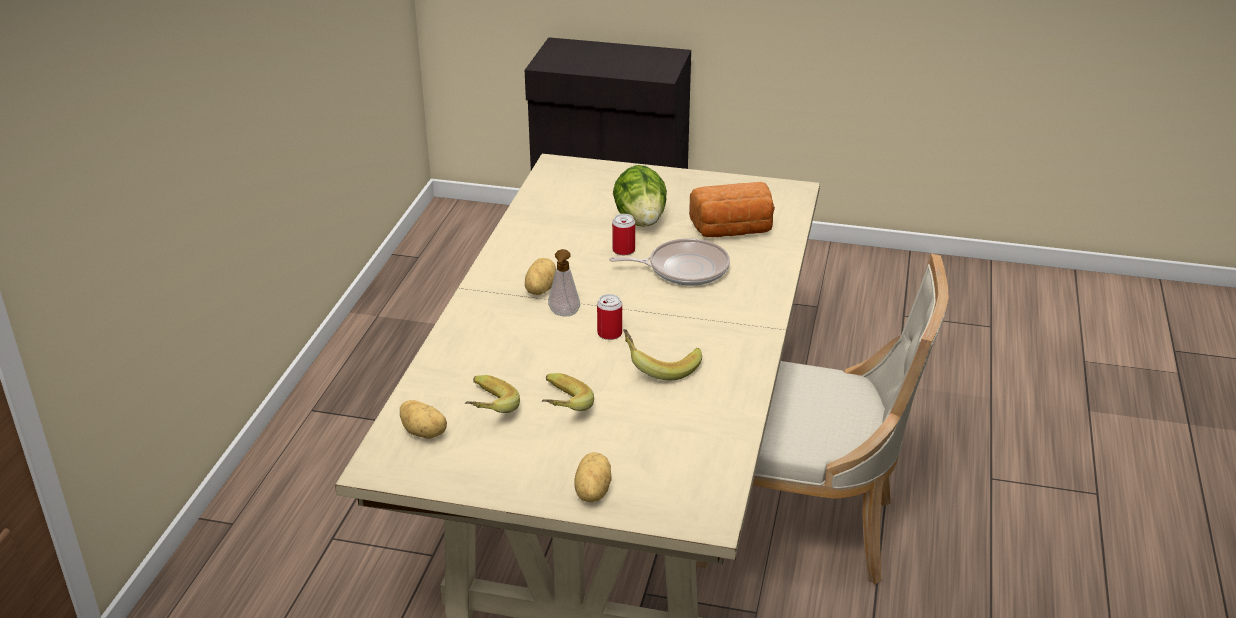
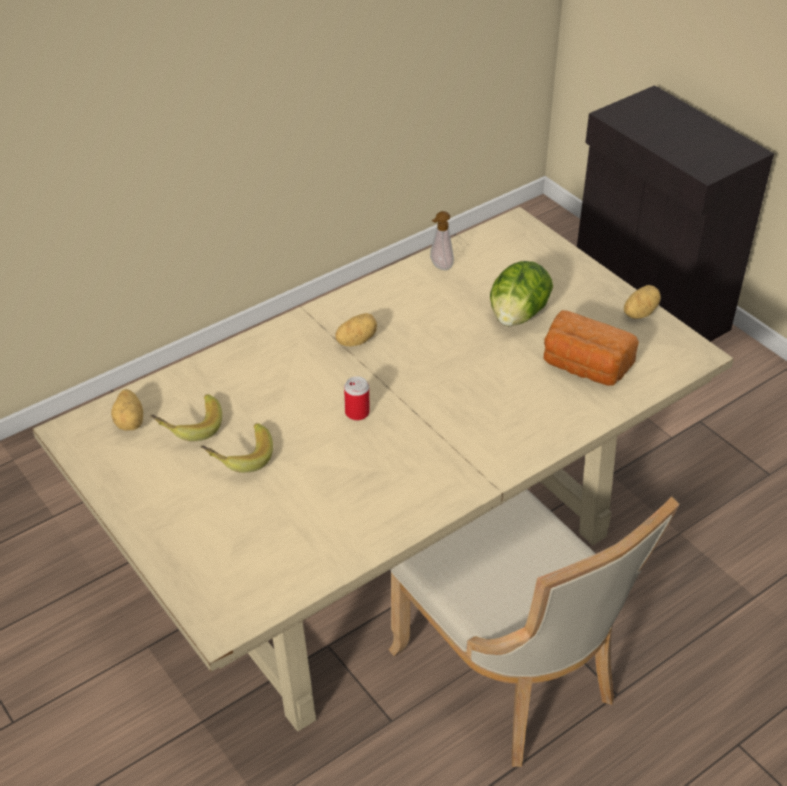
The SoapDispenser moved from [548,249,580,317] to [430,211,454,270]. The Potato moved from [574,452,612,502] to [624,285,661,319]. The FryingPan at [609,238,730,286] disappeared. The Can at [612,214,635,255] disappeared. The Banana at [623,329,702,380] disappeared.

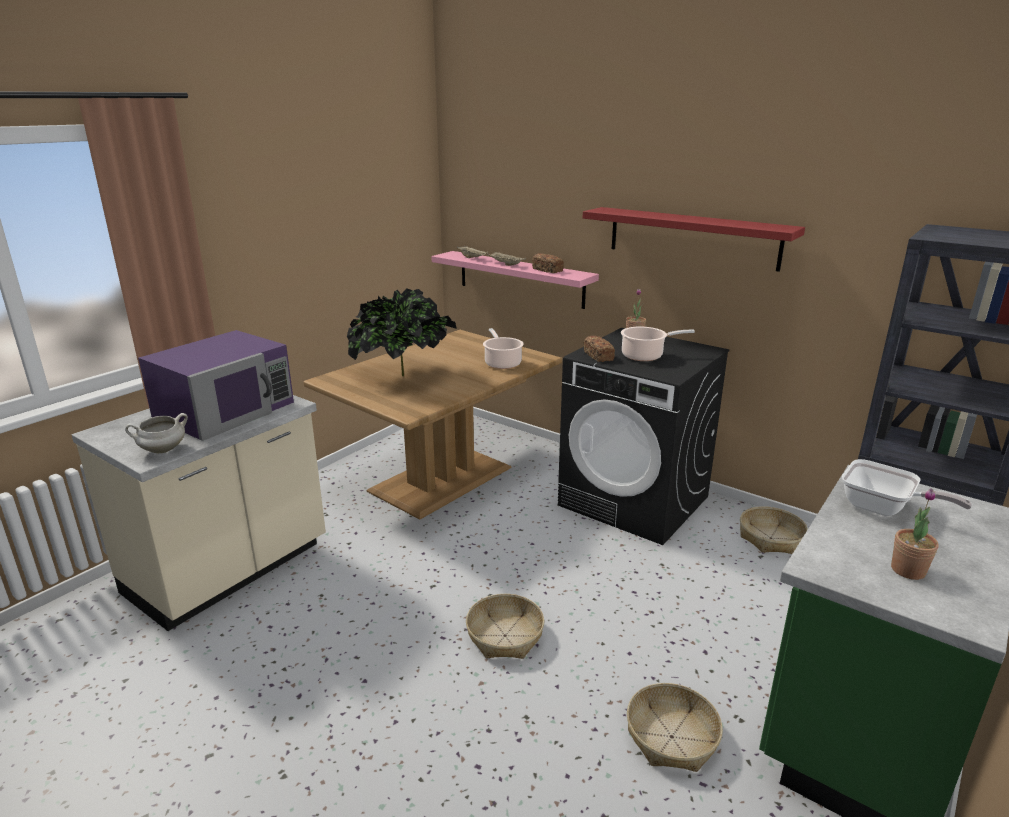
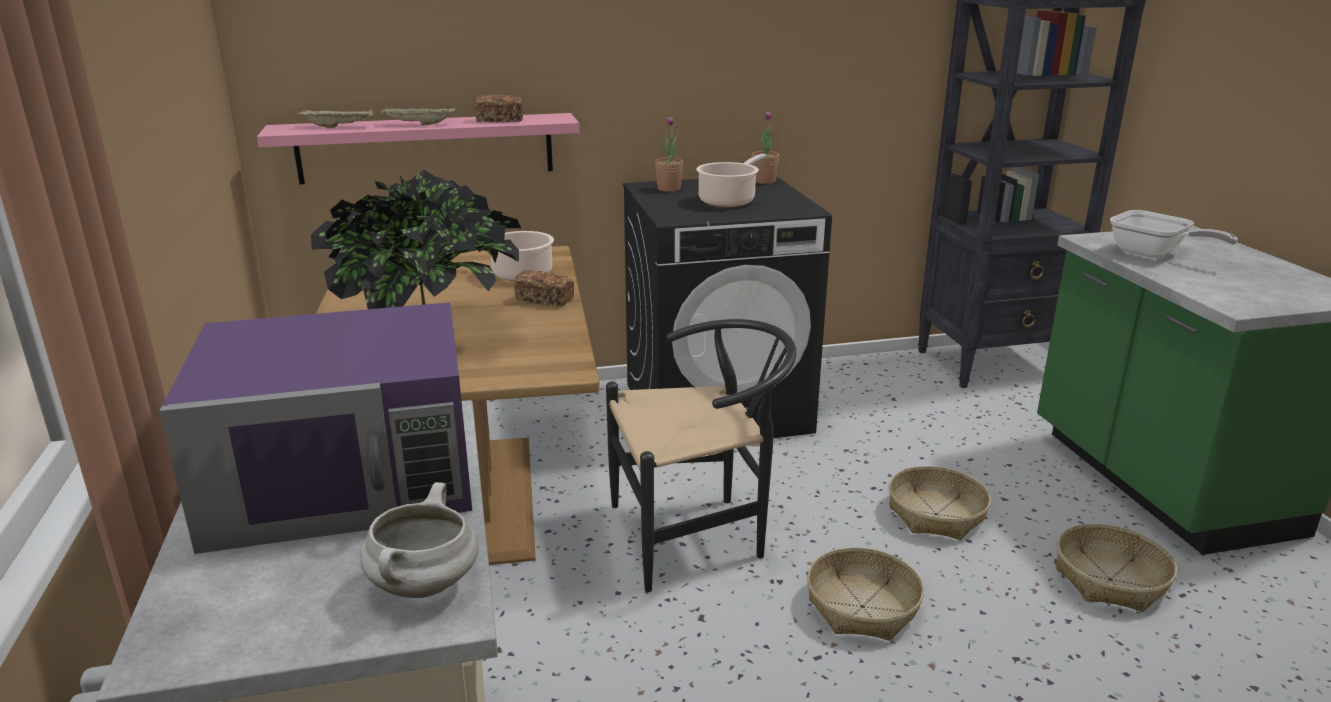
The PurpleMicrowave at [138,330,294,441] turned 90 degrees clockwise. The RedShelf at [583,207,805,272] disappeared. The Bread moved from [584,335,615,362] to [514,270,574,307]. The Basket moved from [740,506,808,554] to [889,466,991,540]. The FryingPan at [842,459,972,516] turned 60 degrees clockwise. The PottedPlant moved from [891,488,939,580] to [752,111,780,184]. The BlackChair at [606,319,796,592] appeared.

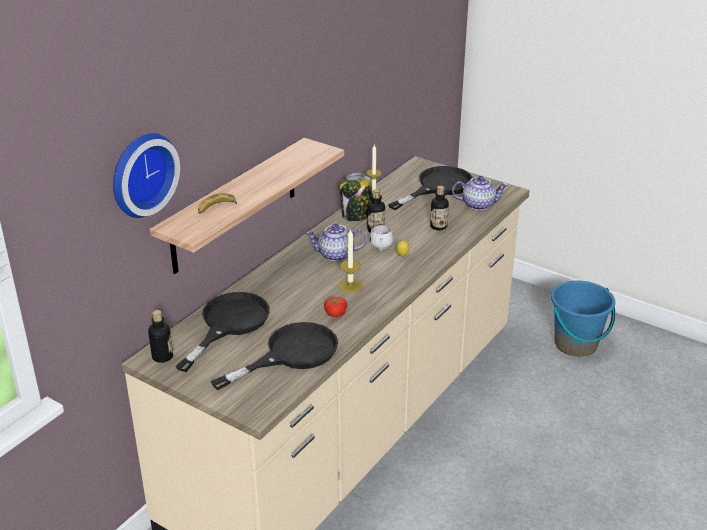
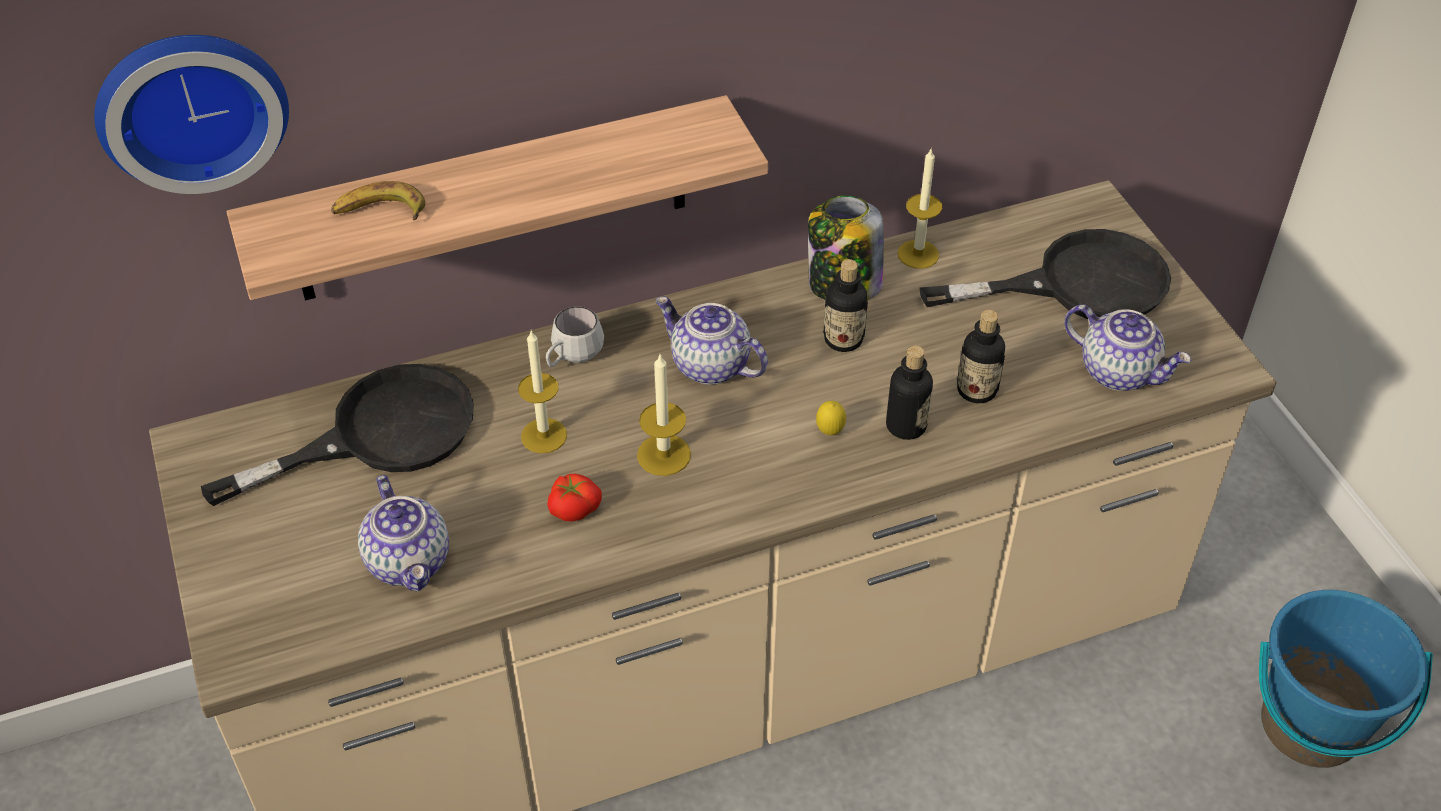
The Bottle moved from [148,310,173,363] to [886,346,933,440]. The BlackFryingPan at [210,322,338,390] was replaced by the Teapot at [358,475,449,592]. The WhiteMug moved from [369,225,393,251] to [546,307,604,367]. The Candle at [518,330,567,454] appeared.

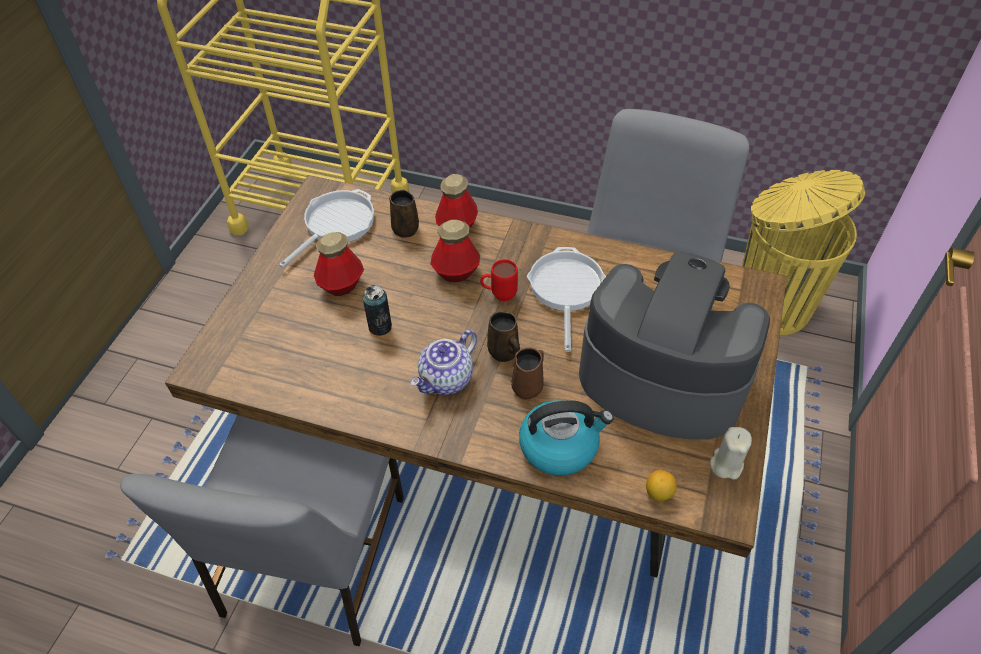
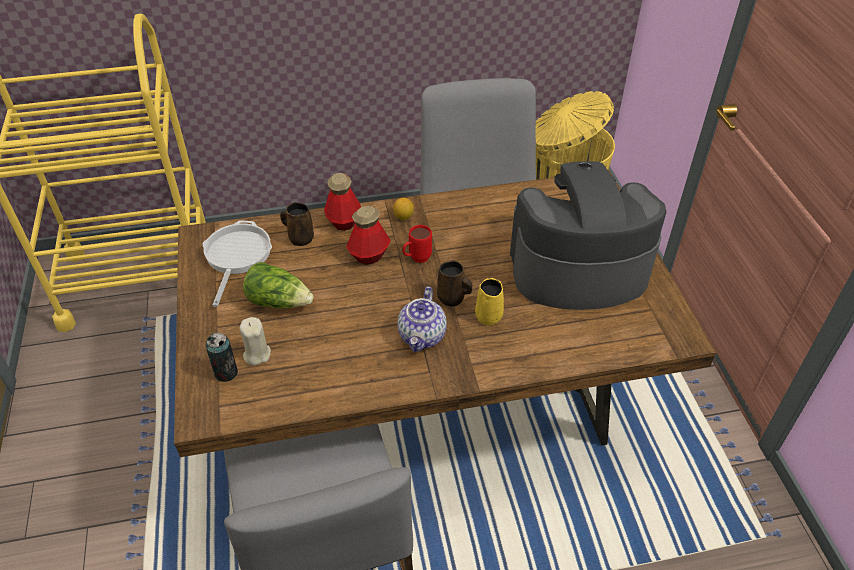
The Bottle at [314,232,364,296] was replaced by the Lettuce at [243,262,314,308]. The Can moved from [363,285,392,336] to [206,333,238,382]. The BrownMug at [511,348,544,400] became the YellowMug at [475,278,504,326]. The Kettle at [519,400,614,476] disappeared. The FryingPan at [527,247,606,352] disappeared. The Lemon moved from [646,470,677,501] to [393,198,414,220]. The BeigeCandle moved from [710,427,752,480] to [240,317,271,365].

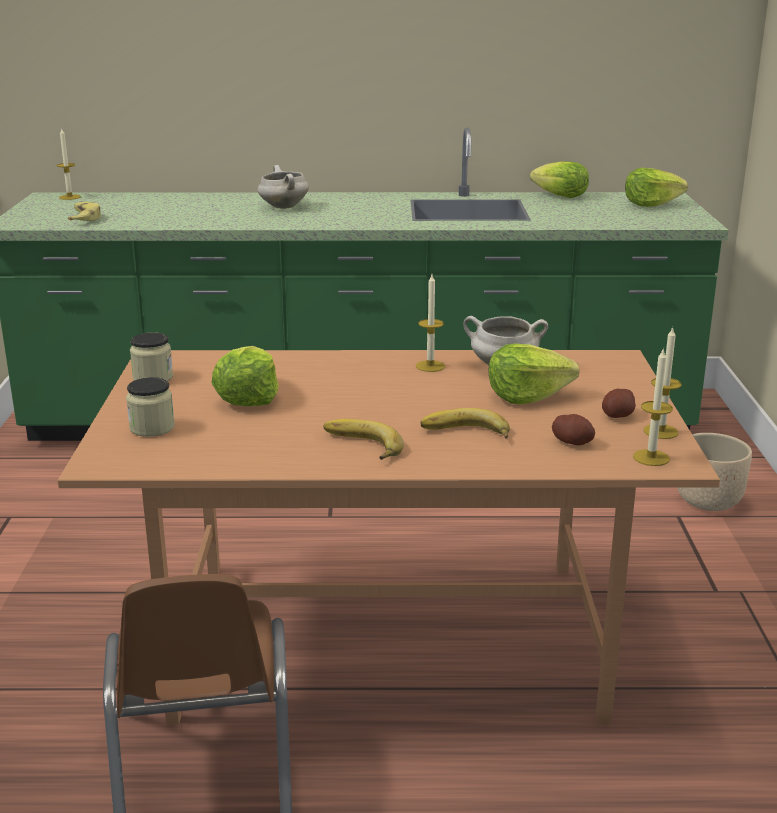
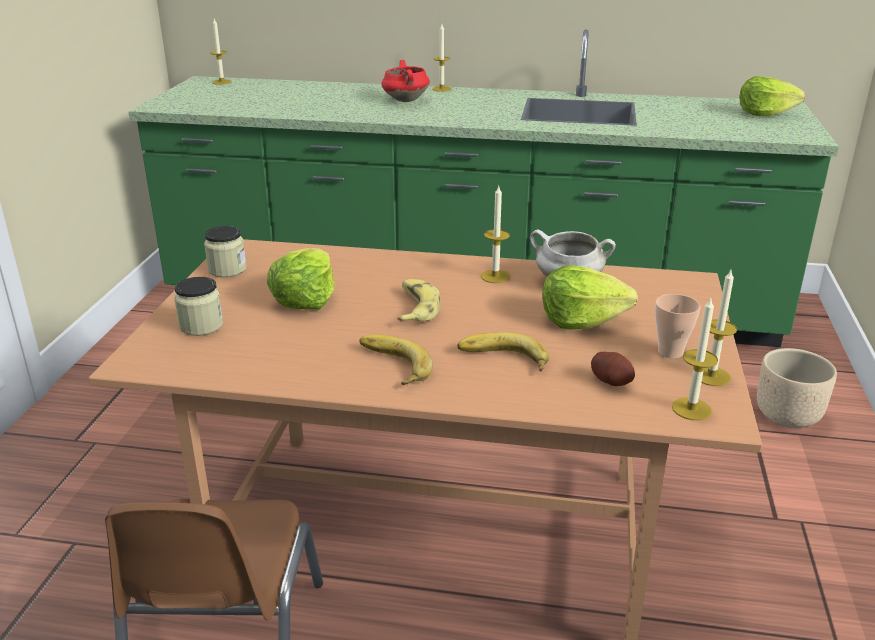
The Banana moved from [68,202,101,221] to [397,279,440,322]. The WhiteCookingPot at [258,165,309,209] became the RedCookingPot at [381,60,430,102]. The Lettuce at [530,161,589,198] disappeared. The Potato at [602,389,636,418] was replaced by the Cup at [655,294,700,358]. The Candle at [432,24,452,92] appeared.

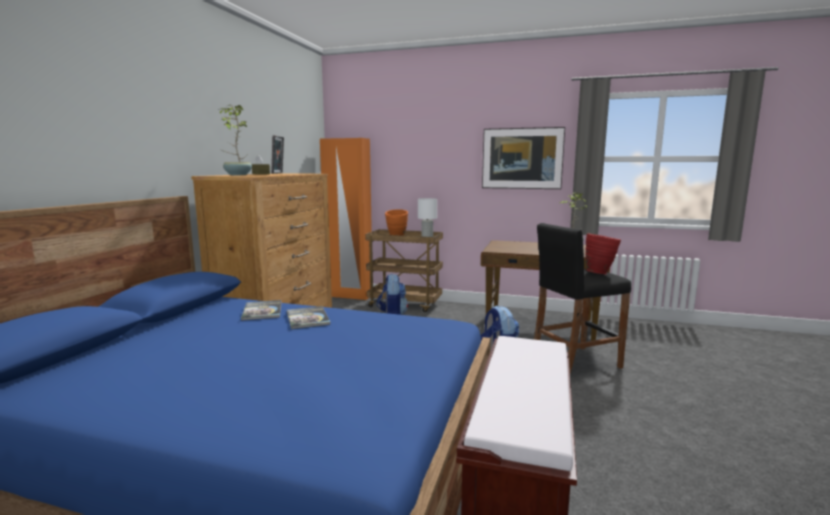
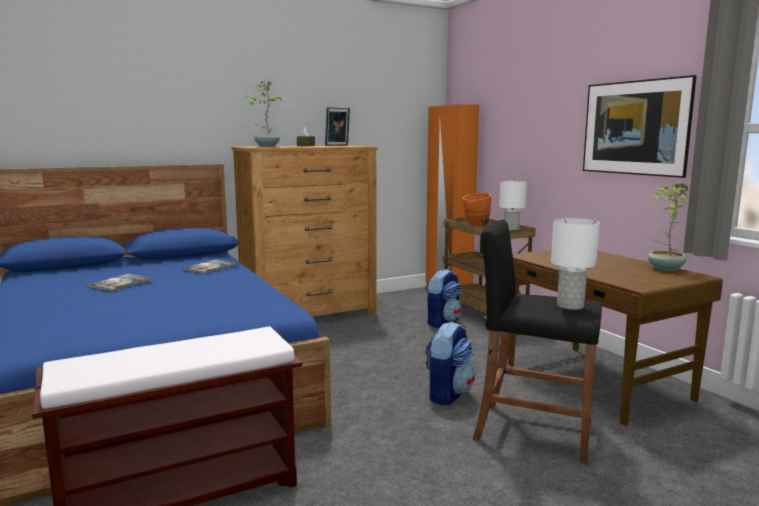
The Book moved from [287,306,331,329] to [87,274,152,292]. The RedVase at [585,233,621,274] was replaced by the WhiteTableLamp at [551,218,600,310].

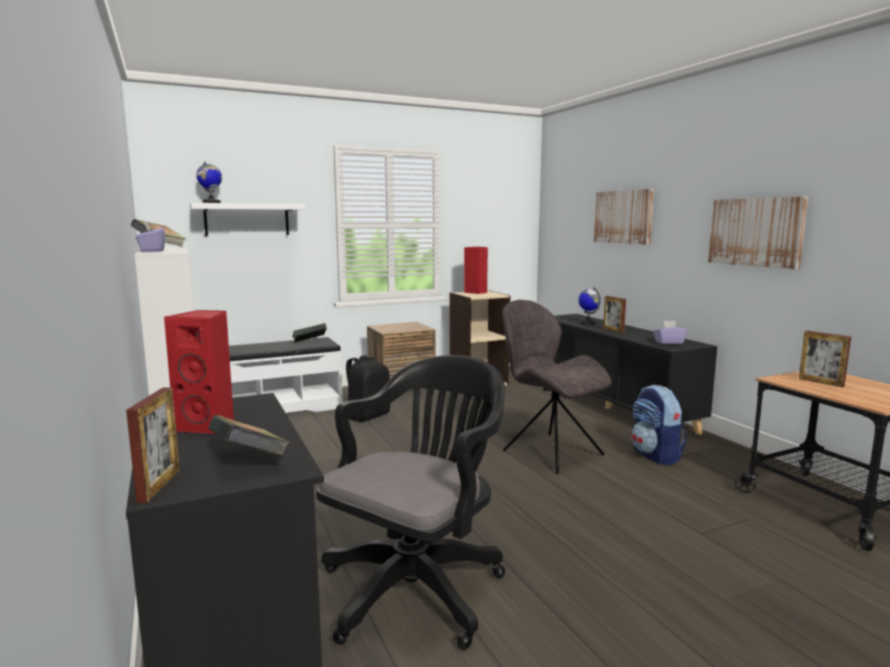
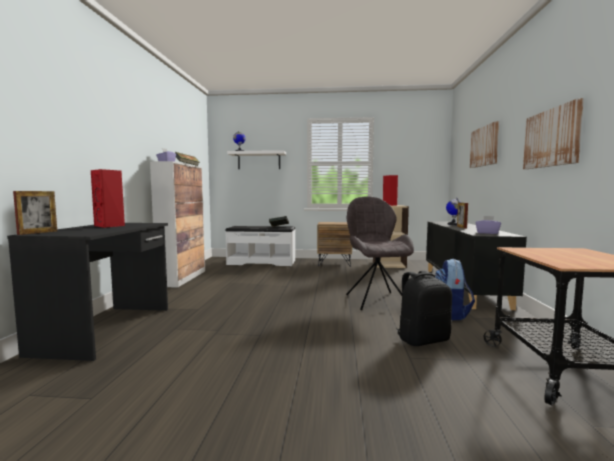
The Book at [208,415,289,457] disappeared. The BlackOfficeChair at [316,355,505,650] disappeared. The BlackBackpack moved from [346,355,390,422] to [396,271,452,346]. The PictureFrame at [799,331,851,388] disappeared.

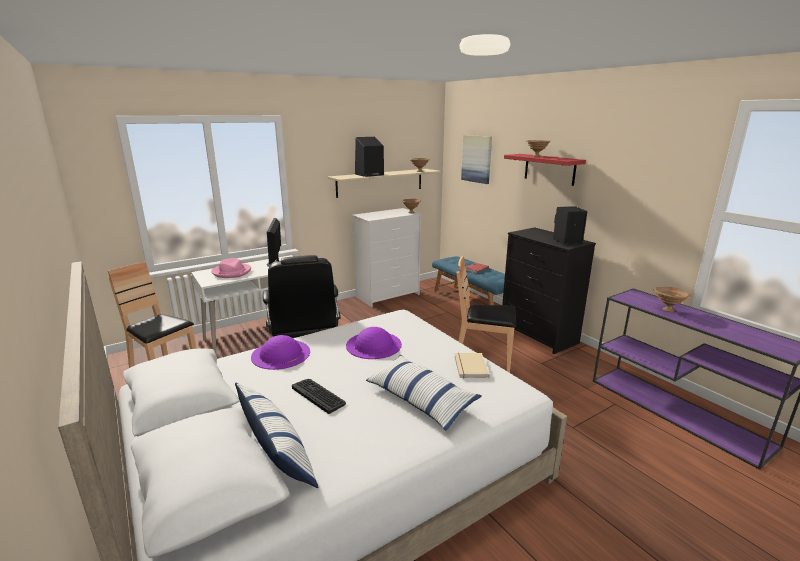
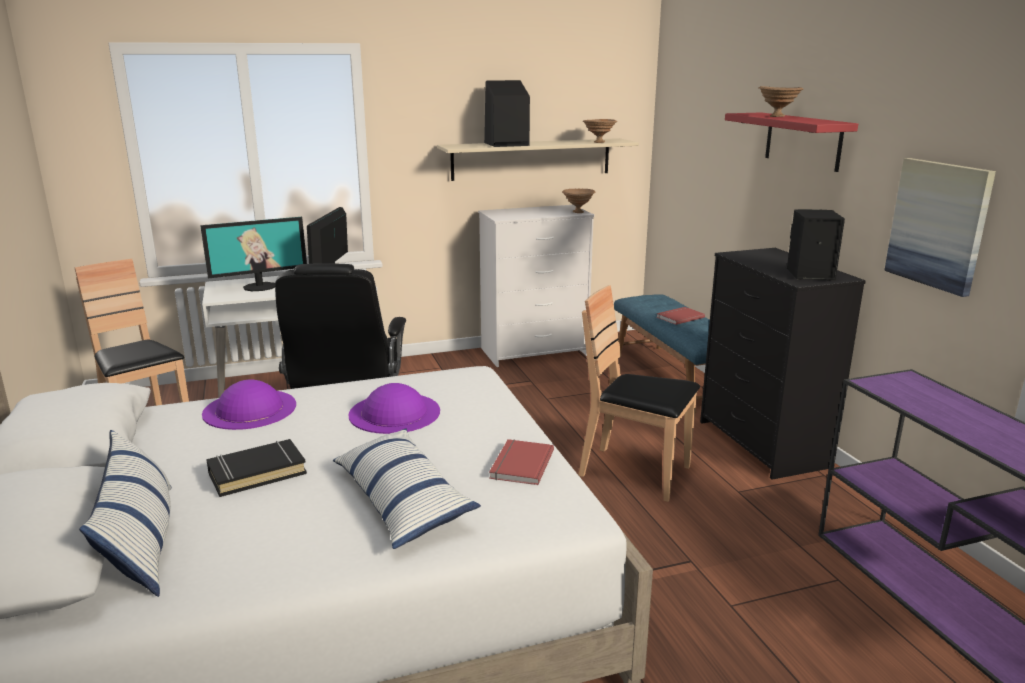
The PinkHat at [211,258,251,278] was replaced by the Monitor at [200,217,307,291]. The Keyboard at [292,379,346,414] was replaced by the BlackBook at [206,439,307,497]. The BeigeBook at [454,353,490,378] became the RedBook at [489,439,554,485]. The Picture moved from [461,135,492,184] to [884,158,996,297]. The BrownBowl at [654,287,690,312] disappeared.

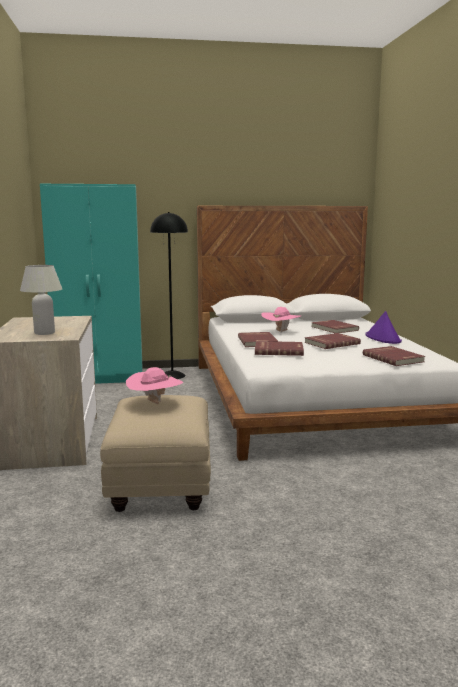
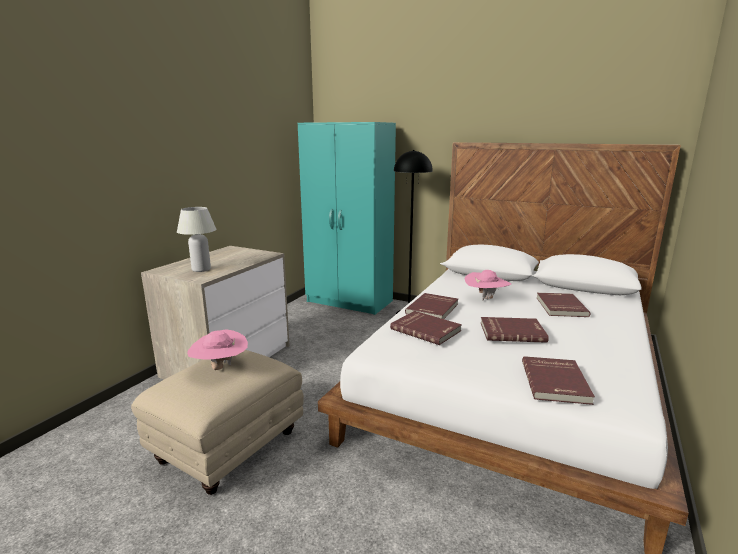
The PurpleHat at [365,311,402,344] disappeared.

